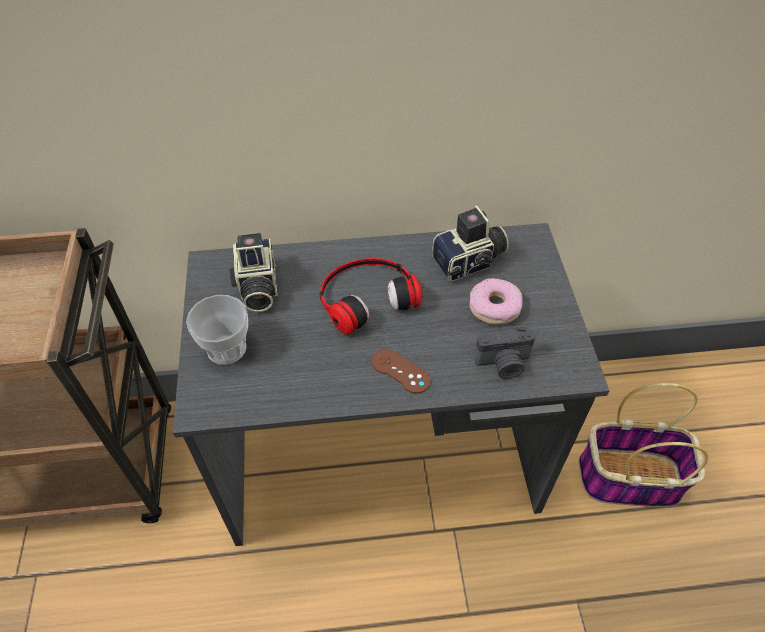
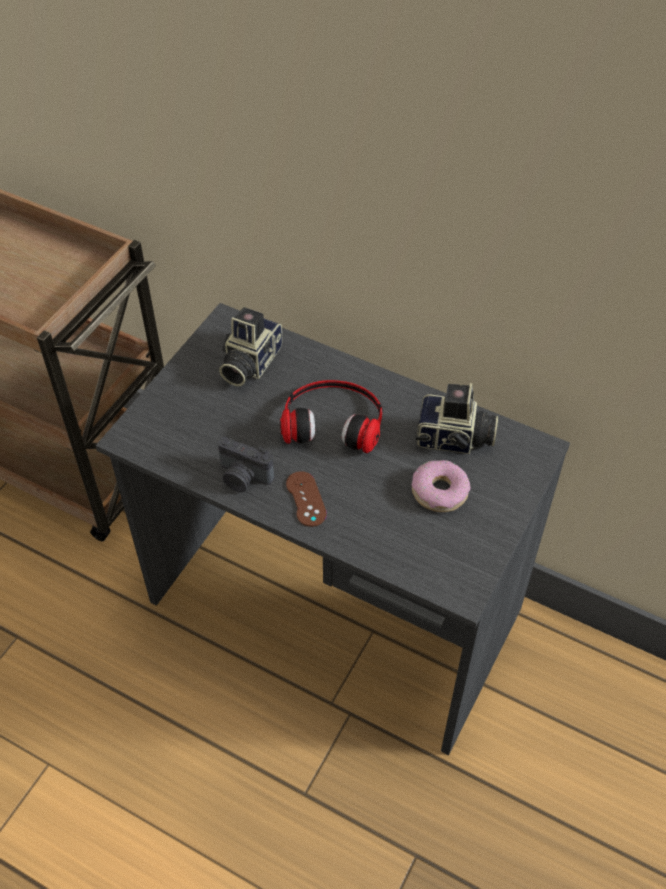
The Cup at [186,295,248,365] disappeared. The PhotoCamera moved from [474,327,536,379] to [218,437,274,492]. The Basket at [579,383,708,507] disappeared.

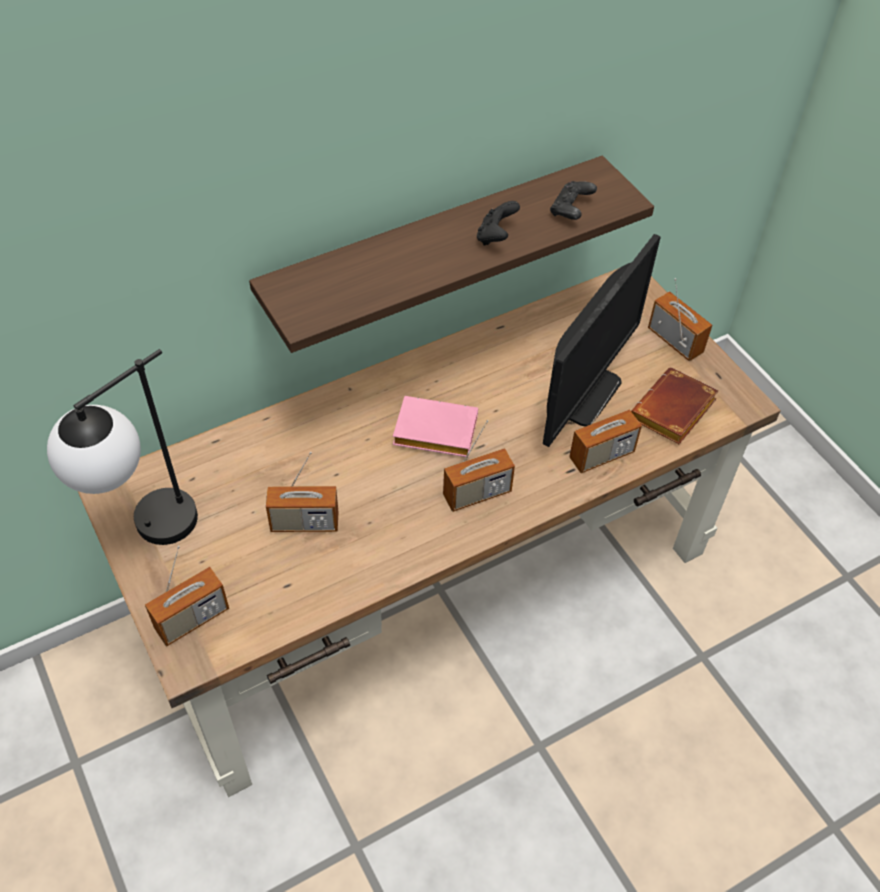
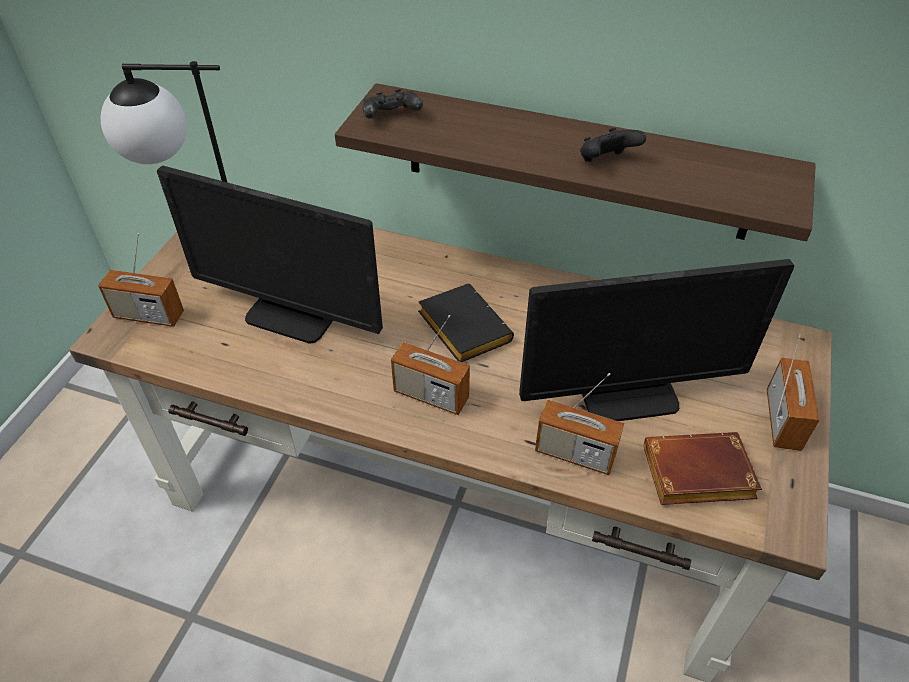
The Radio at [266,452,338,532] was replaced by the Monitor at [157,166,383,344]. The PinkBook at [393,396,478,457] became the BlackBook at [418,284,514,362]. The BlackGameController moved from [550,181,597,220] to [362,89,423,119].

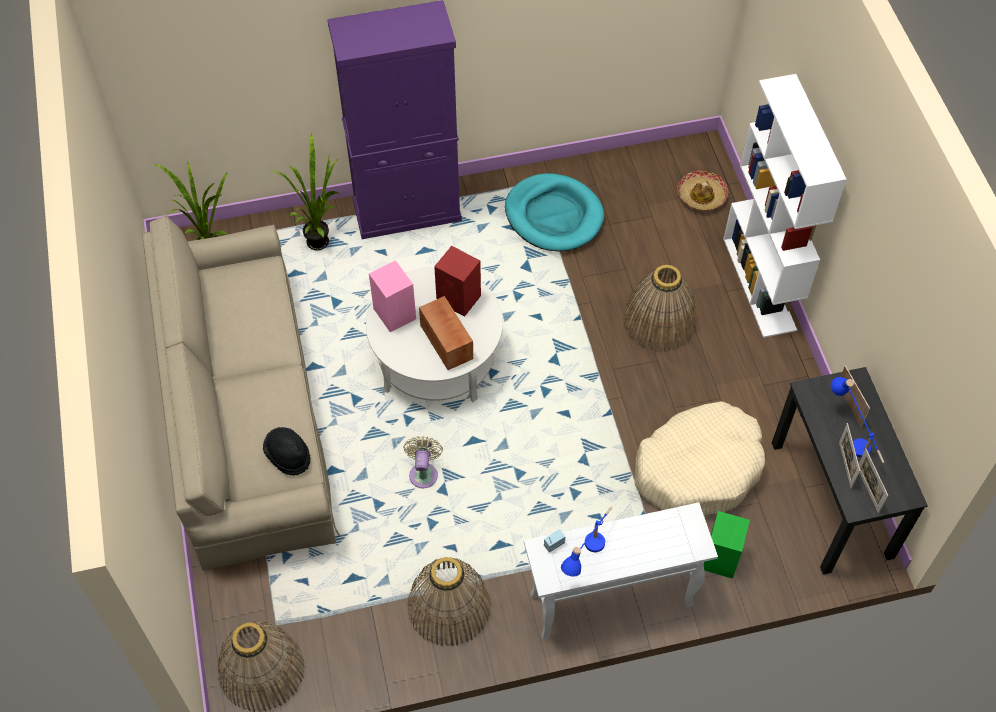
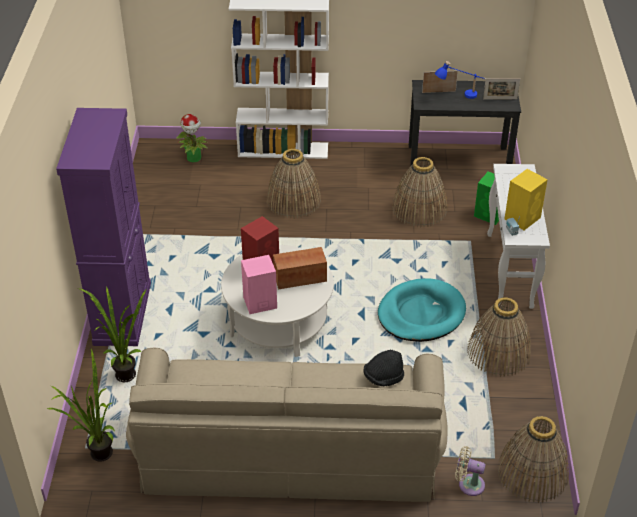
The BeigeFan moved from [404,436,443,488] to [455,446,486,496]. The TurquoiseDogBed moved from [505,173,604,251] to [378,278,466,342]. The BlueTableLamp at [561,506,612,577] was replaced by the YellowSpeaker at [505,169,548,230]. The BeigeDogBed at [635,401,765,516] was replaced by the Basket at [392,157,447,227]. The Hat at [677,171,728,211] was replaced by the PottedPlant at [177,114,208,162]. The PictureFrame at [839,423,860,489] disappeared.

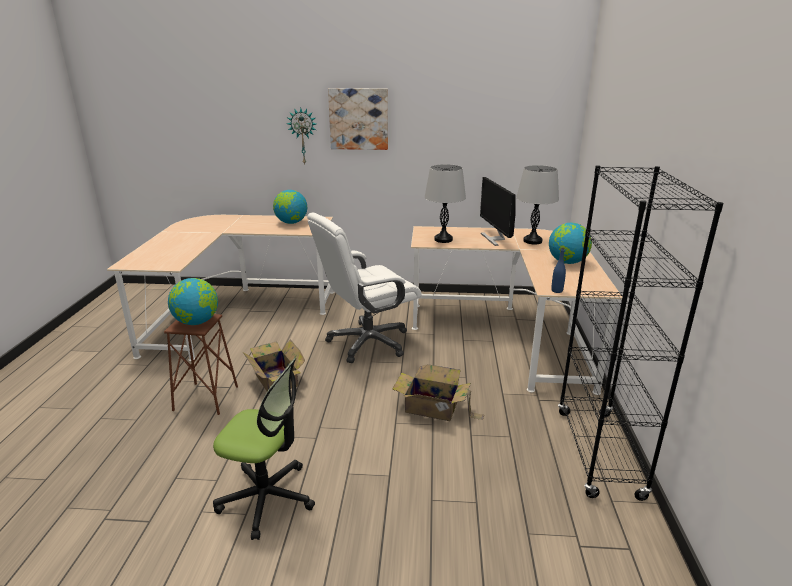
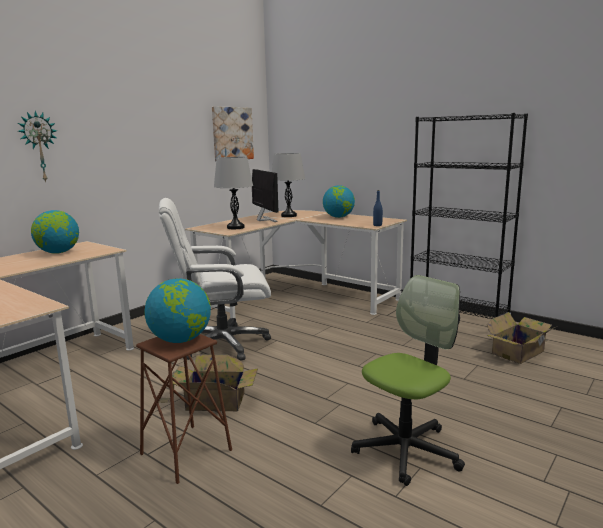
The WhiteOfficeChair at [307,213,421,363] turned 75 degrees clockwise. The Picture moved from [328,88,388,150] to [212,106,254,161]. The CardboardBox moved from [392,364,484,421] to [486,312,557,364]. The Monitor at [480,177,516,246] turned 135 degrees counterclockwise.

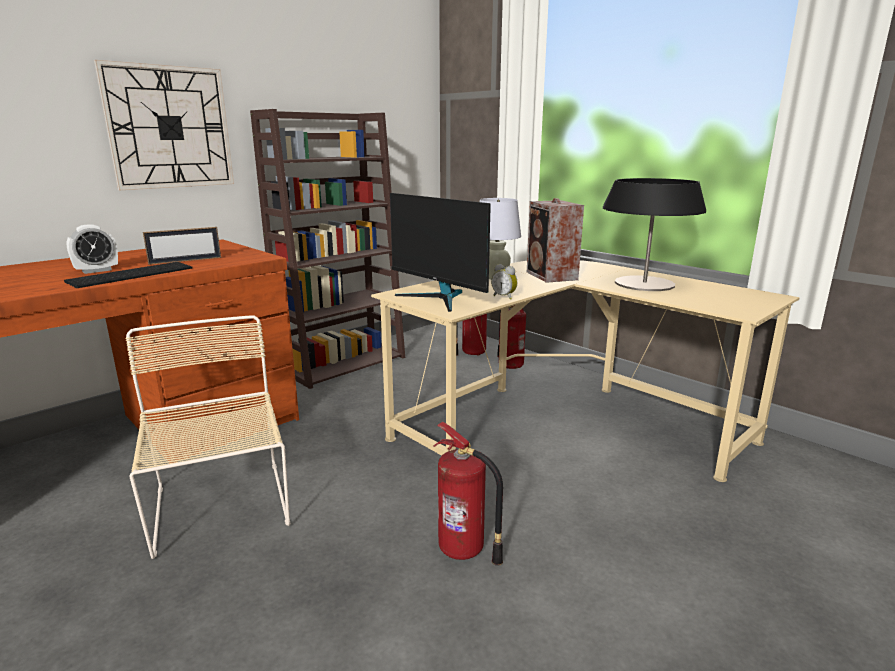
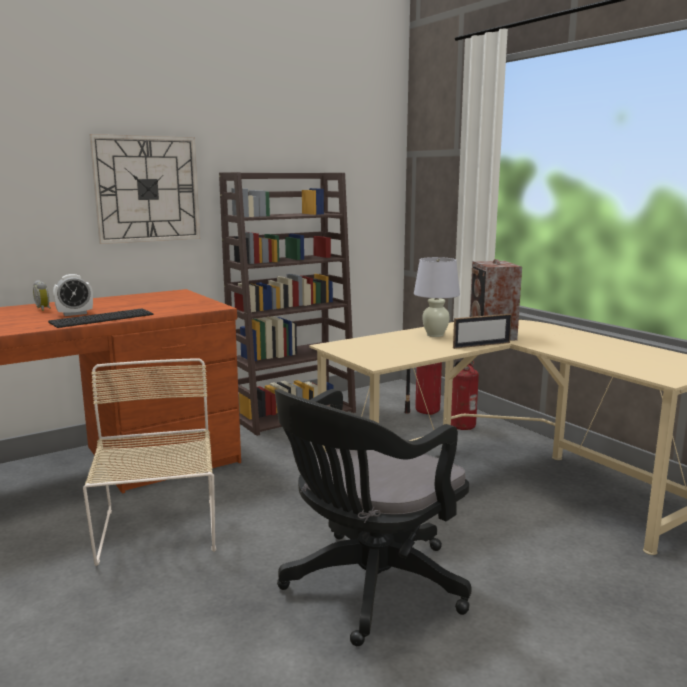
The PictureFrame moved from [143,227,221,265] to [453,314,512,349]. The Monitor at [390,193,491,312] disappeared. The FireExtinguisher at [434,422,503,566] was replaced by the BlackOfficeChair at [275,389,472,646]. The AlarmClock moved from [491,264,517,300] to [33,280,51,311]. The TableLamp at [603,178,706,291] disappeared.

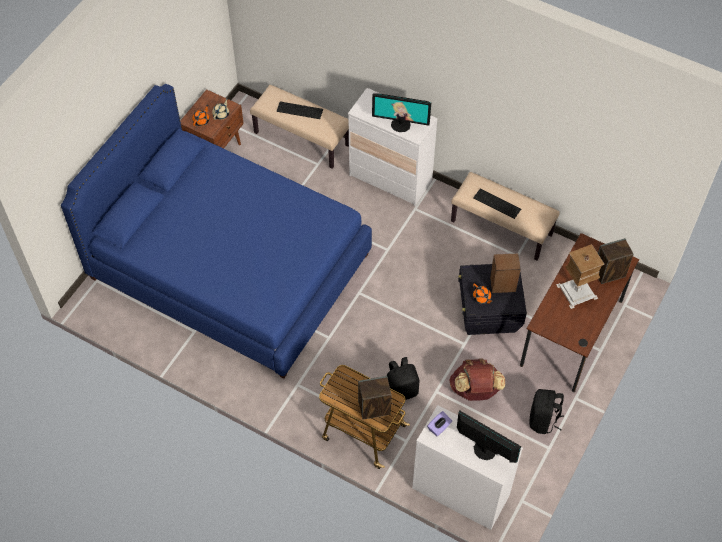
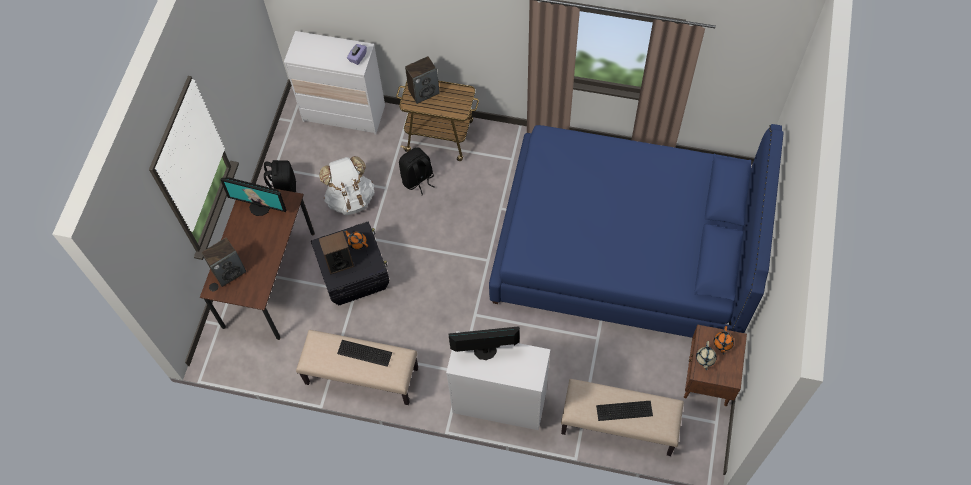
The BrownBackpack at [449,358,505,401] became the WhiteBackpack at [319,156,374,215]. The Monitor moved from [457,411,521,463] to [221,177,286,216]. The TableLamp at [556,244,604,309] disappeared.

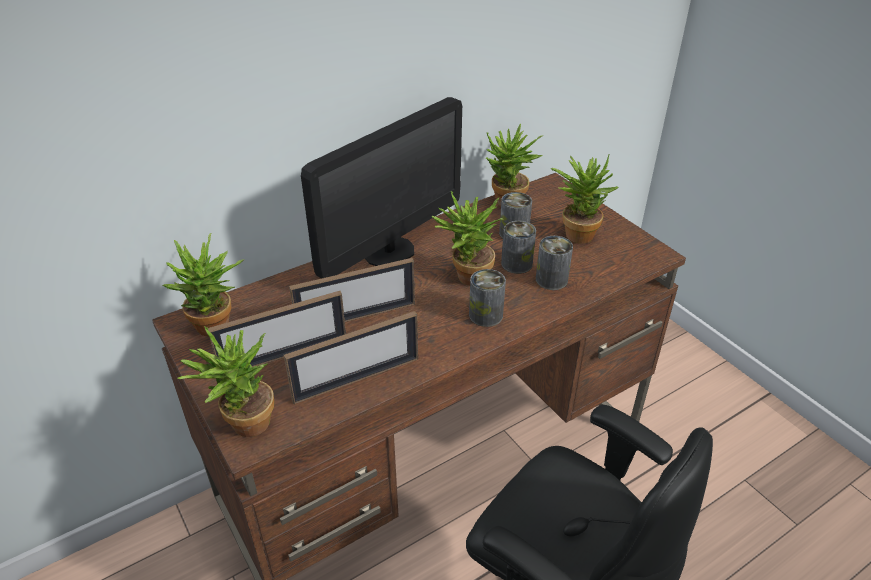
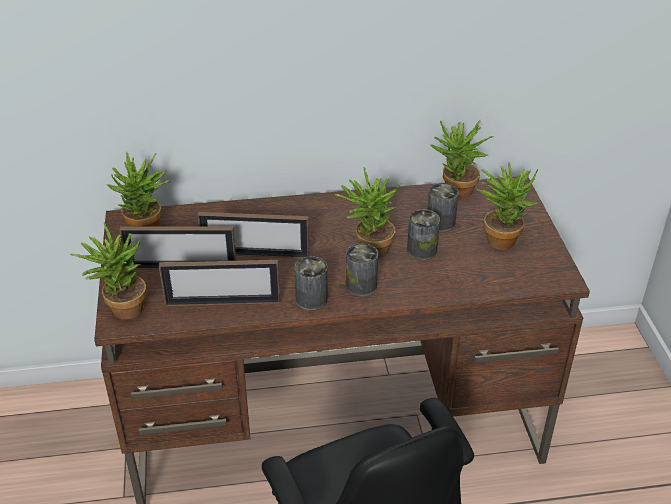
The Monitor at [301,97,462,279] disappeared. The Can moved from [536,236,573,290] to [295,256,328,310].

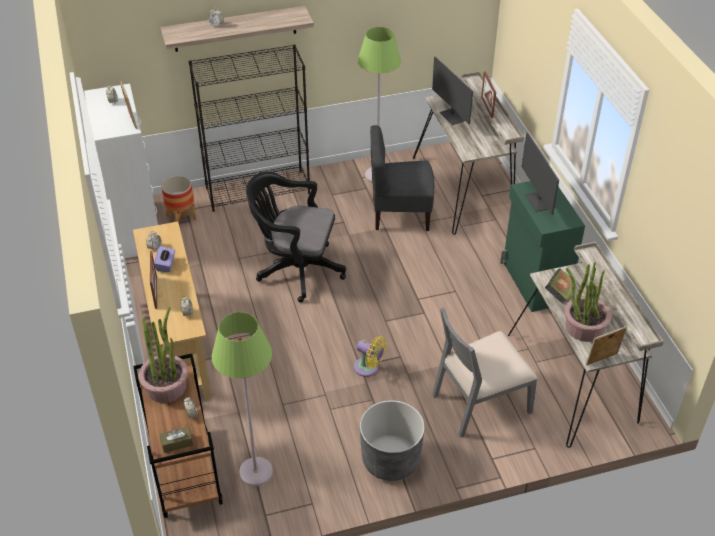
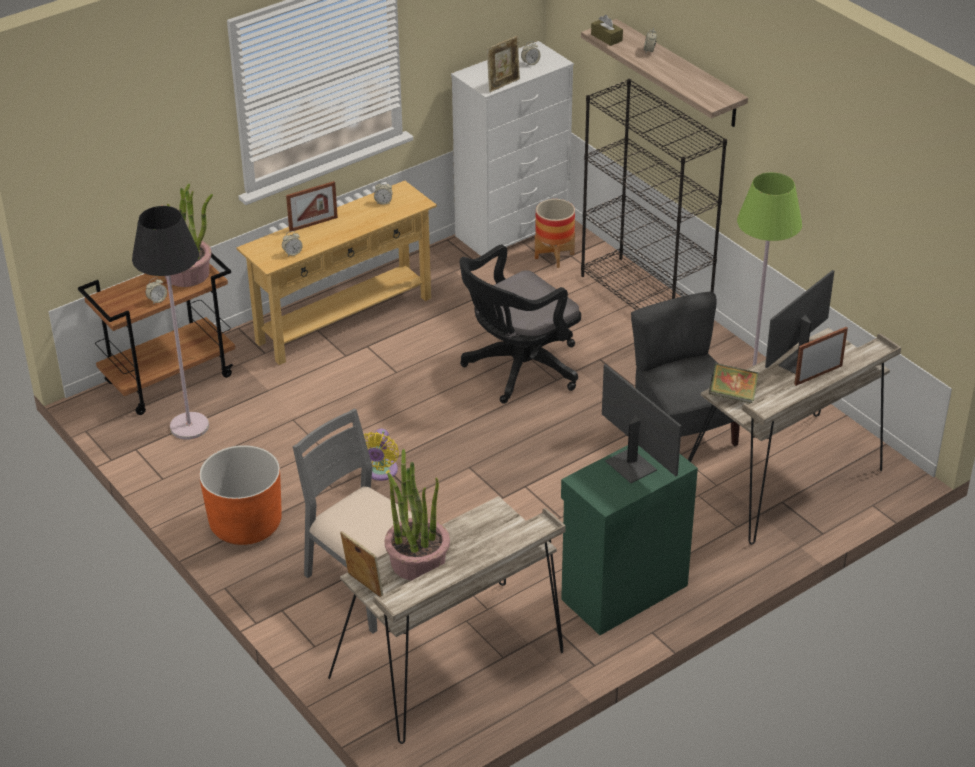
The PurpleTissueBox at [154,246,175,272] disappeared. The BrownTissueBox moved from [160,426,193,453] to [591,15,623,46]. The GreenFloorLamp at [212,312,273,486] became the BlackFloorLamp at [132,206,209,440]. The BlackOfficeChair at [246,172,346,303] turned 120 degrees counterclockwise. The GreyPlanter at [360,400,425,481] became the OrangePlanter at [199,445,282,545]. The Monitor at [522,133,559,215] turned 90 degrees clockwise. The Book moved from [545,268,577,304] to [709,363,758,403].

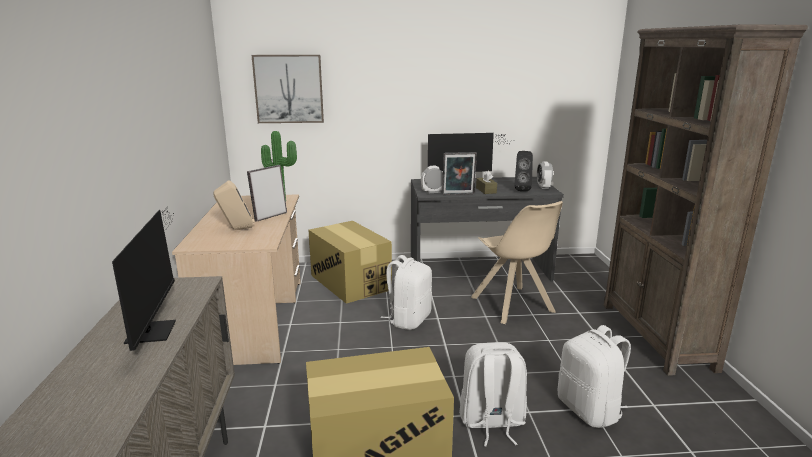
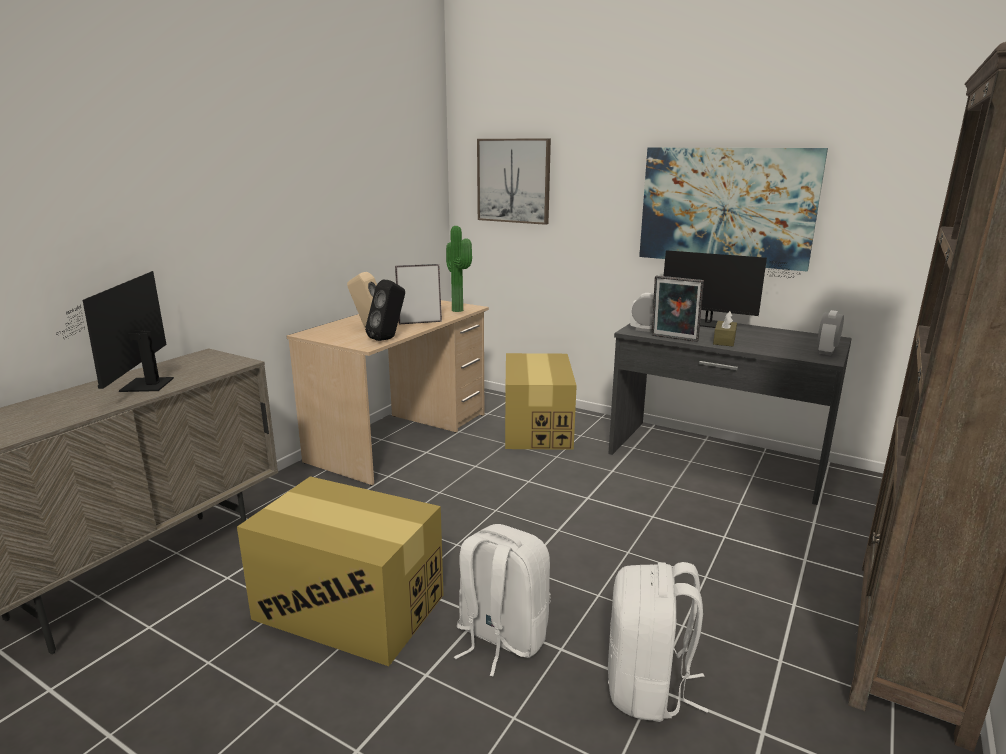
The Monitor at [112,207,176,351] turned 150 degrees clockwise. The WhiteBackpack at [381,255,432,330] disappeared. The BeigeChair at [471,201,563,324] disappeared. The BlackSpeaker moved from [515,151,533,191] to [365,280,405,341]. The Picture at [639,148,828,271] appeared.

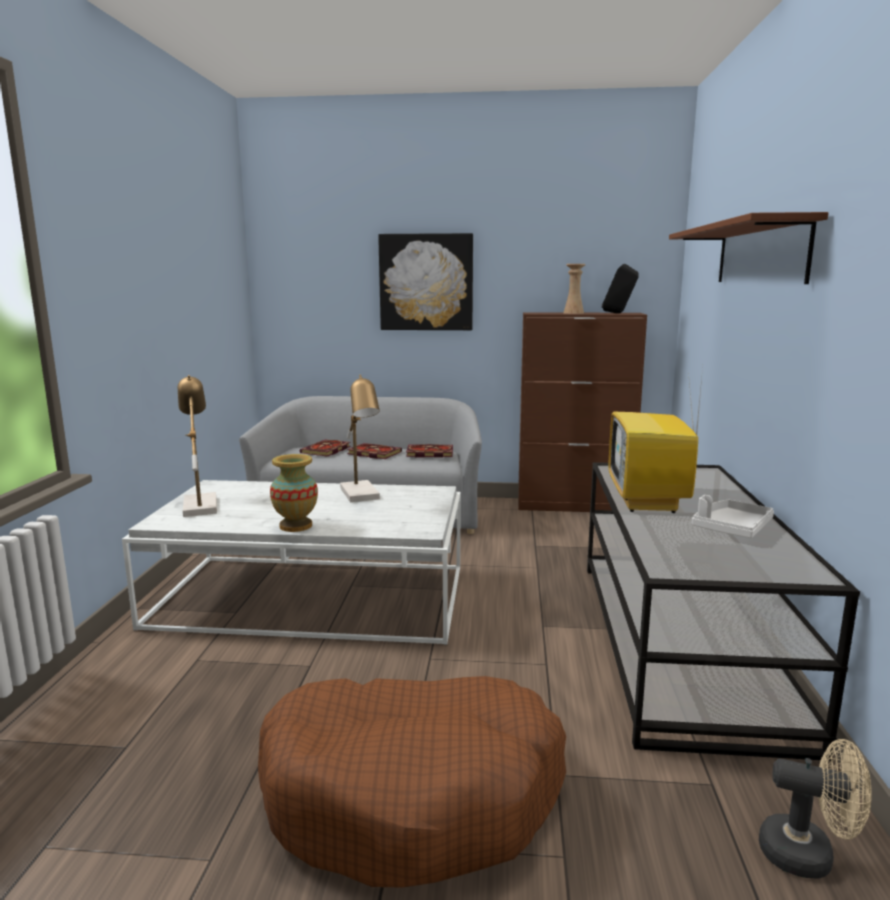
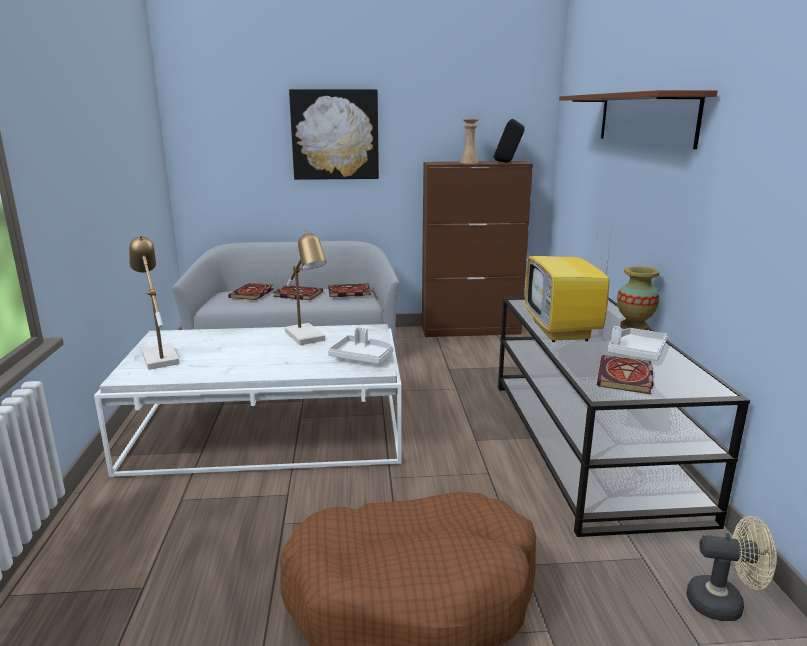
The Vase moved from [270,454,318,532] to [617,266,659,330]. The WhiteTray at [328,327,393,364] appeared. The Book at [597,355,653,394] appeared.

